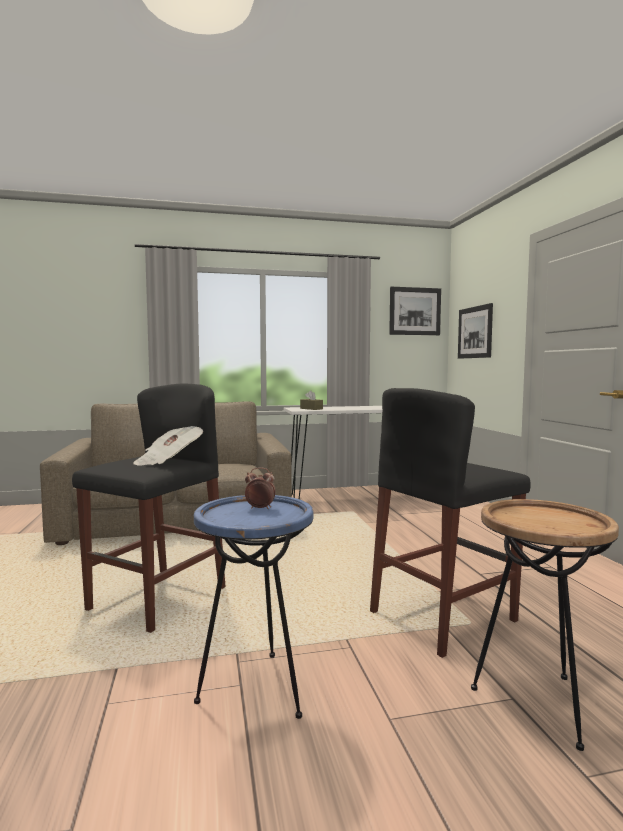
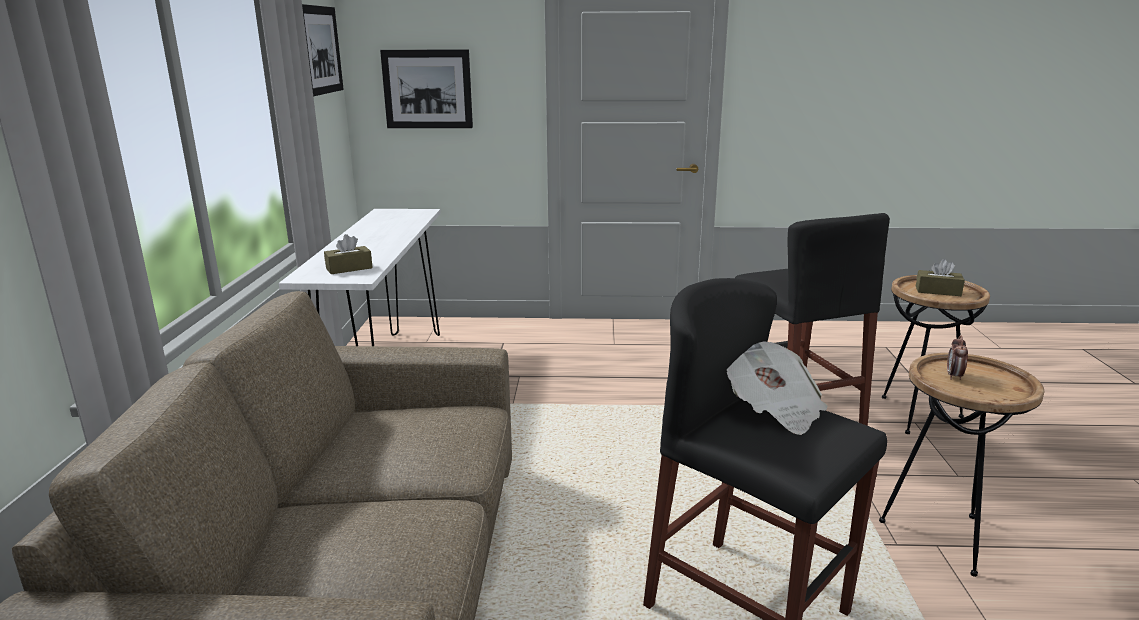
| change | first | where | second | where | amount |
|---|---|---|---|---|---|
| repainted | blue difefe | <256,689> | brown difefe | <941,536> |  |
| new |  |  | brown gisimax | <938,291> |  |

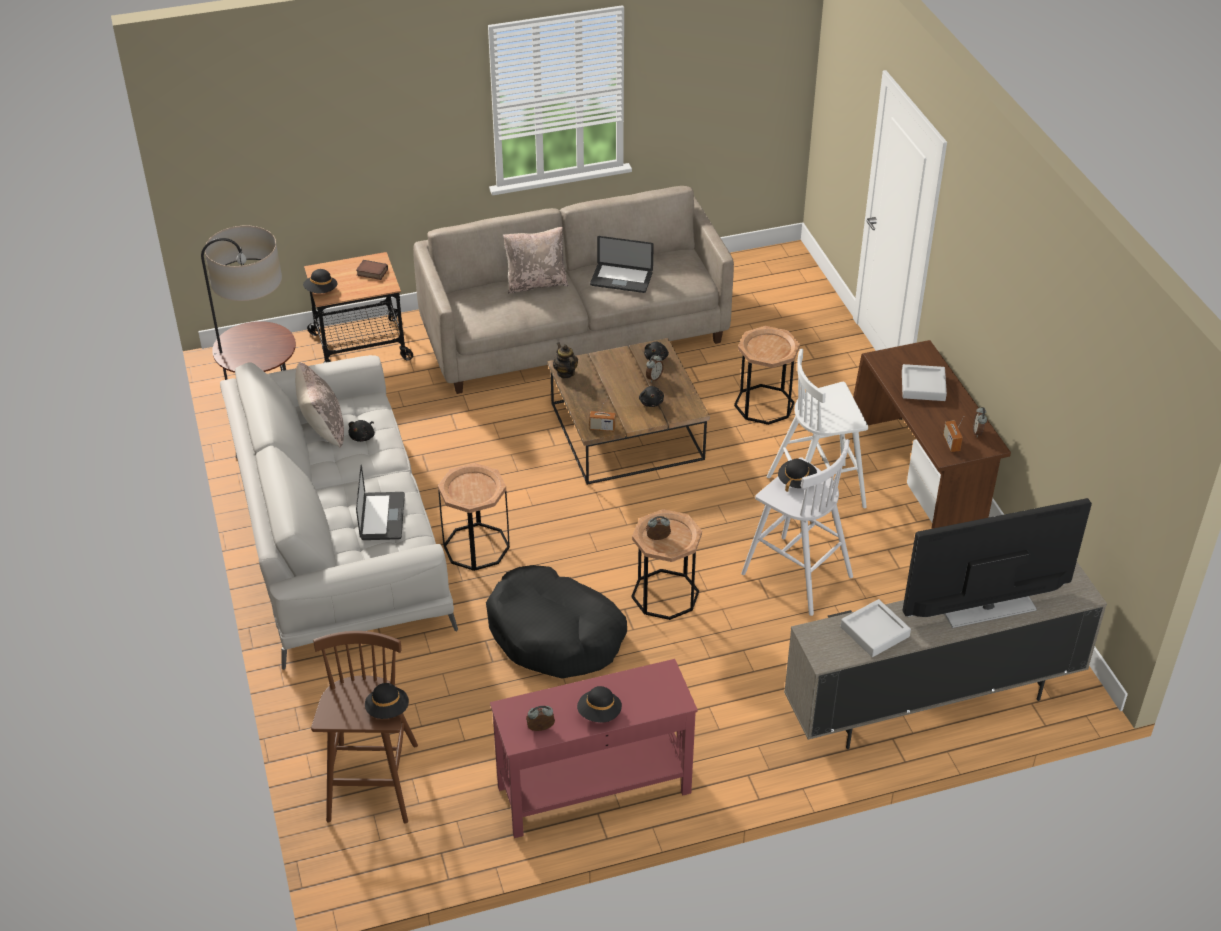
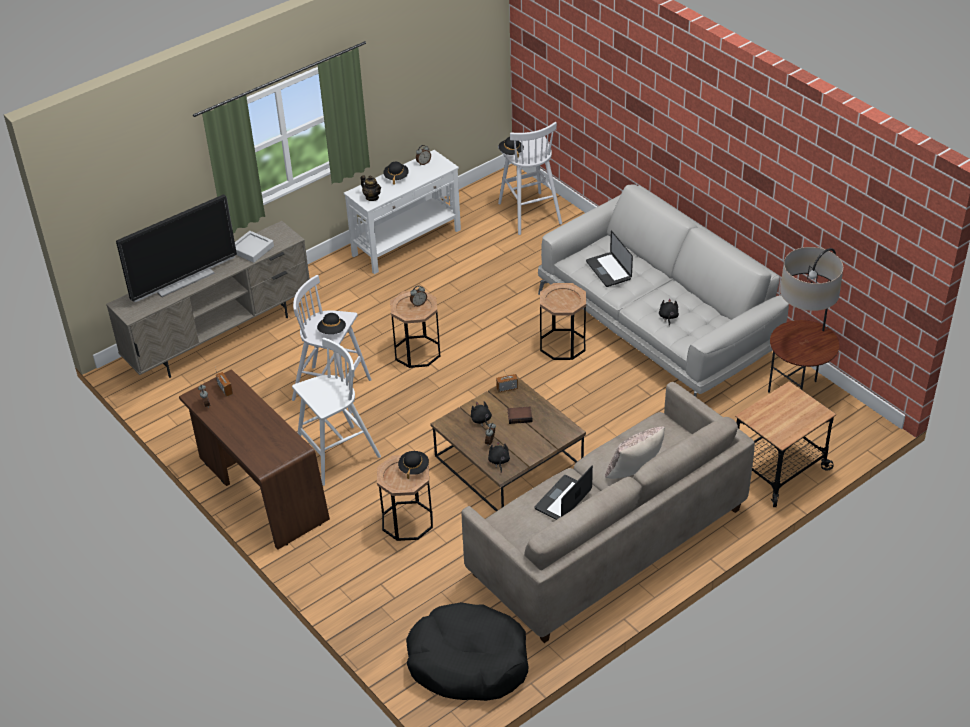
| change | first | where | second | where | amount |
|---|---|---|---|---|---|
| gone | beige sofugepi | <322,428> |  |  |  |
| shifted | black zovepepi | <321,291> |  | <413,468> |  |
| repainted | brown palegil | <372,784> | white palegil | <529,213> |  |
| shifted | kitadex | <371,272> |  | <520,416> |  |
| shifted | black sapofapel | <555,635> |  | <468,662> |  |
| repainted | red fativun | <593,790> | white fativun | <407,242> |  |
| shifted | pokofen | <565,373> |  | <372,197> |  |
| rotated | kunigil | <621,279> |  | <563,499> | 45 degrees counterclockwise |
| gone | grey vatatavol | <923,386> |  |  |  |

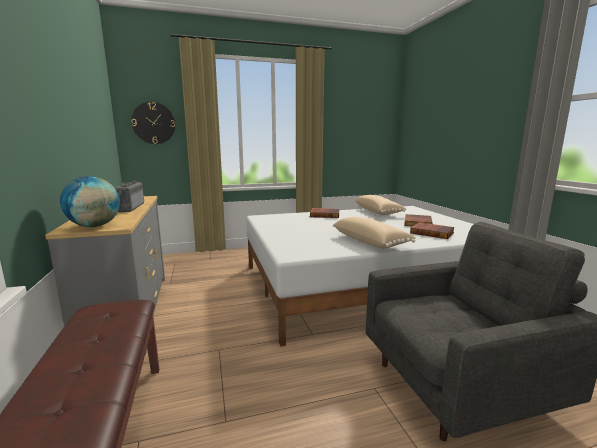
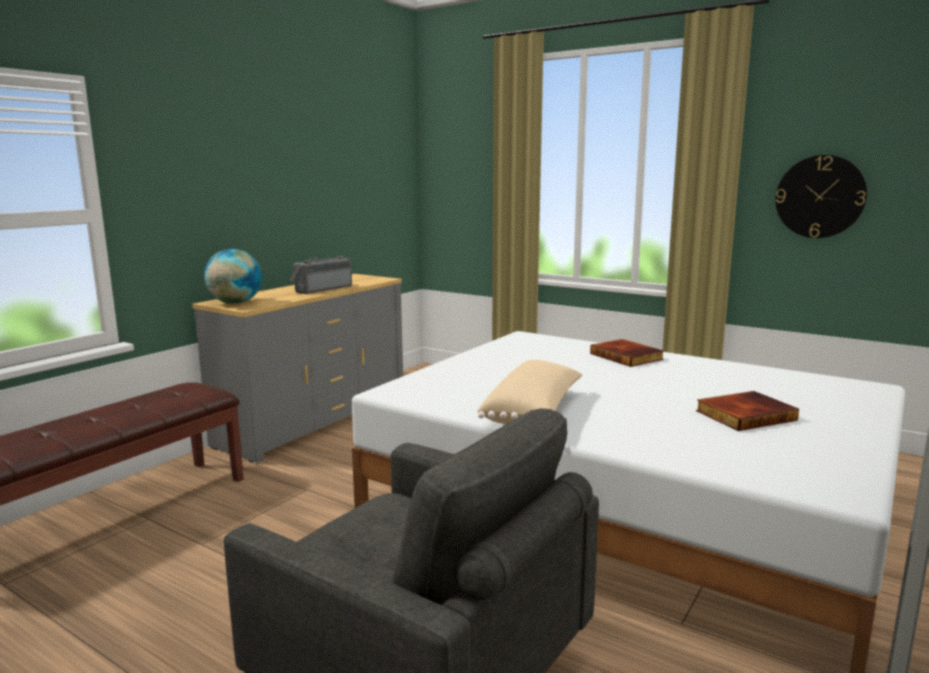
| change | first | where | second | where | amount |
|---|---|---|---|---|---|
| shifted | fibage | <153,123> |  | <820,196> |  |
| gone | beige sofugepi | <378,212> |  |  |  |
| gone | kitadex | <432,232> |  |  |  |

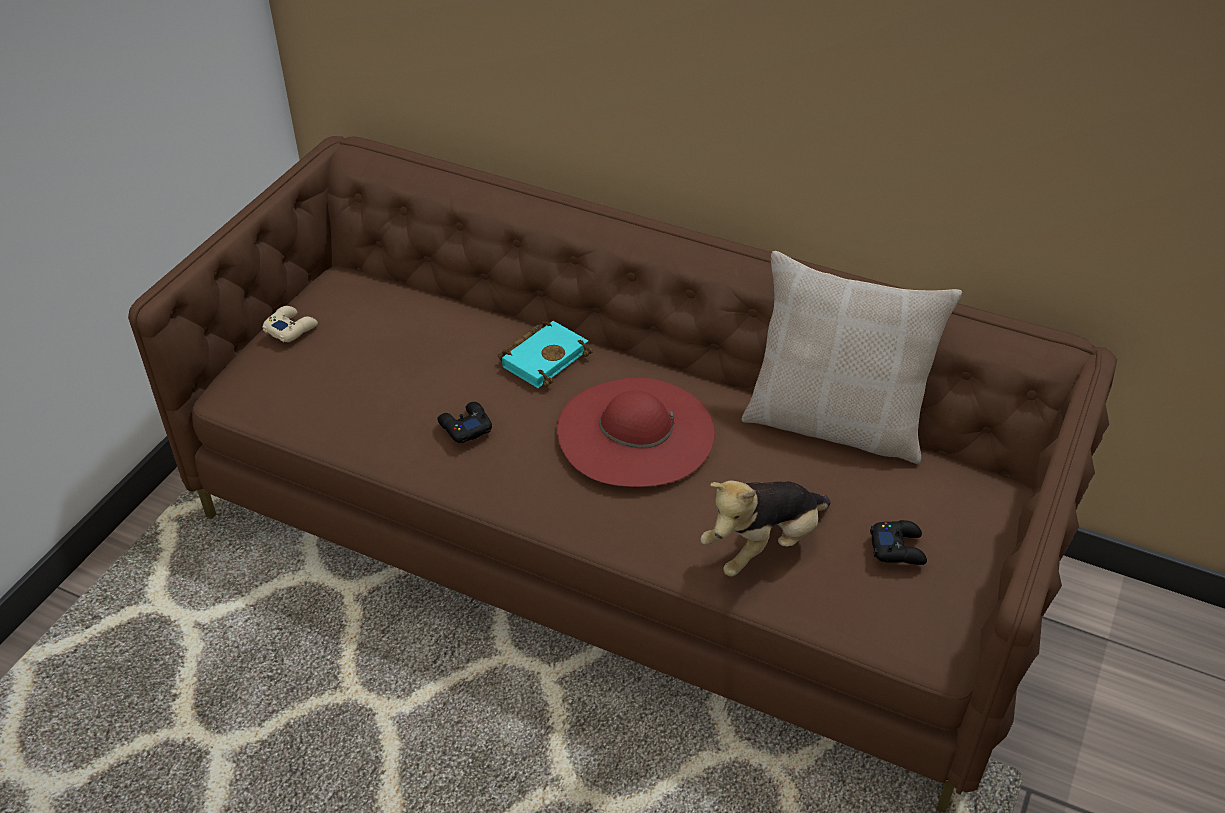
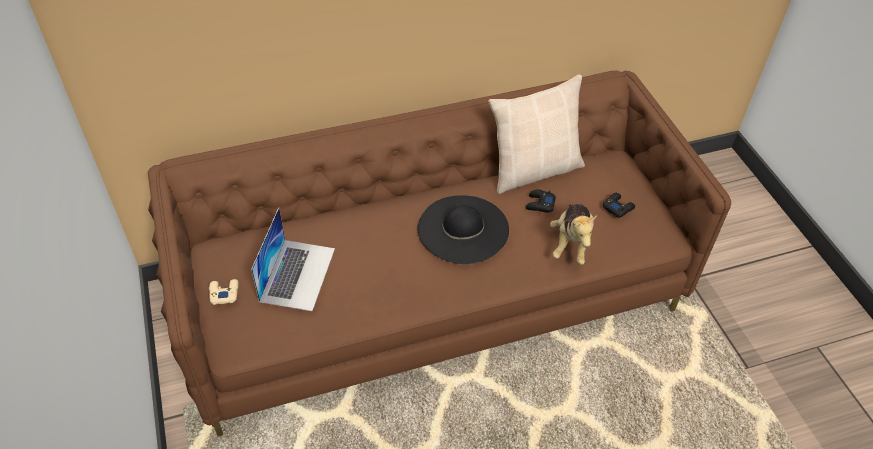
| change | first | where | second | where | amount |
|---|---|---|---|---|---|
| shifted | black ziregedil | <465,427> |  | <540,204> |  |
| gone | turquoise kitadex | <544,357> |  |  |  |
| repainted | red zovepepi | <635,432> | black zovepepi | <463,229> |  |
| new |  |  | kunigil | <297,274> |  |

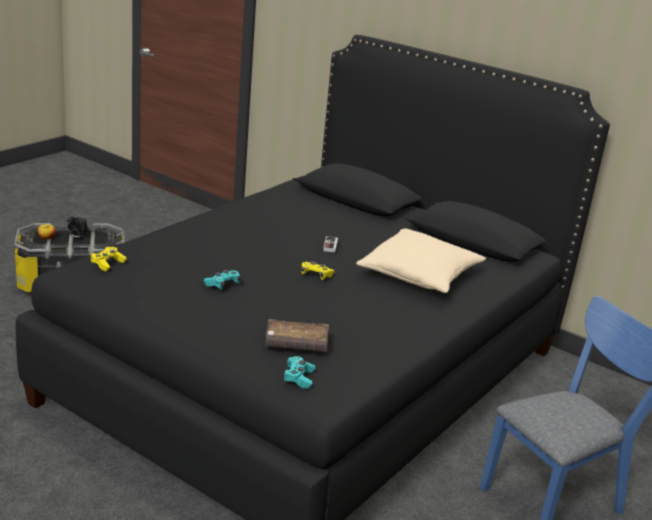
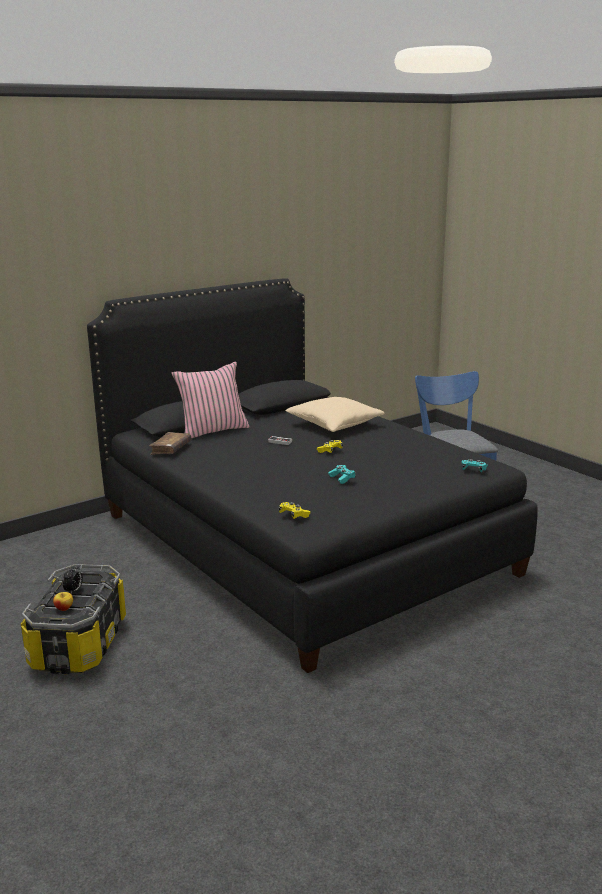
| change | first | where | second | where | amount |
|---|---|---|---|---|---|
| shifted | brown kitadex | <296,344> |  | <171,449> |  |
| new |  |  | pink sofugepi | <212,430> |  |

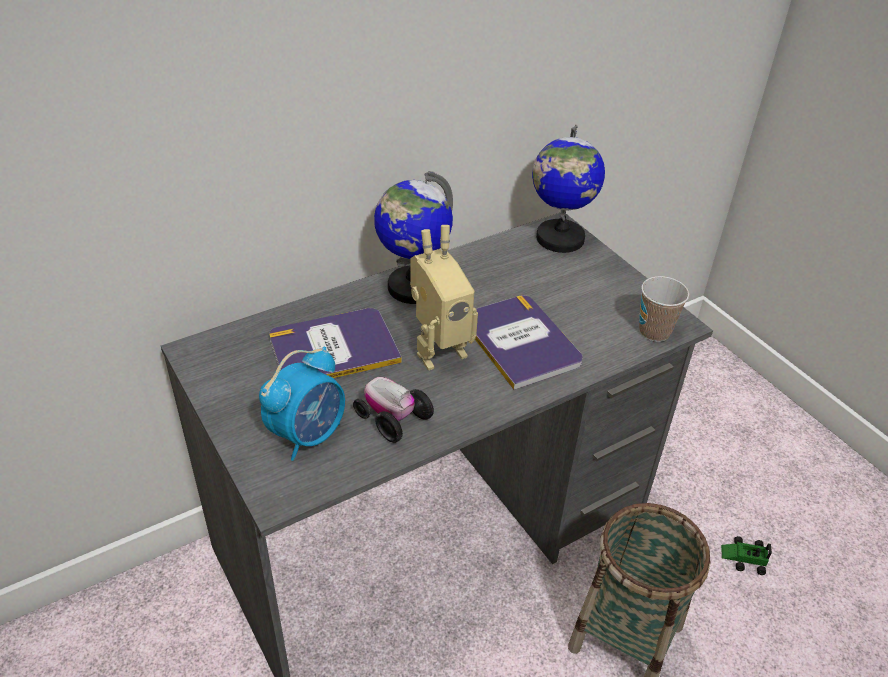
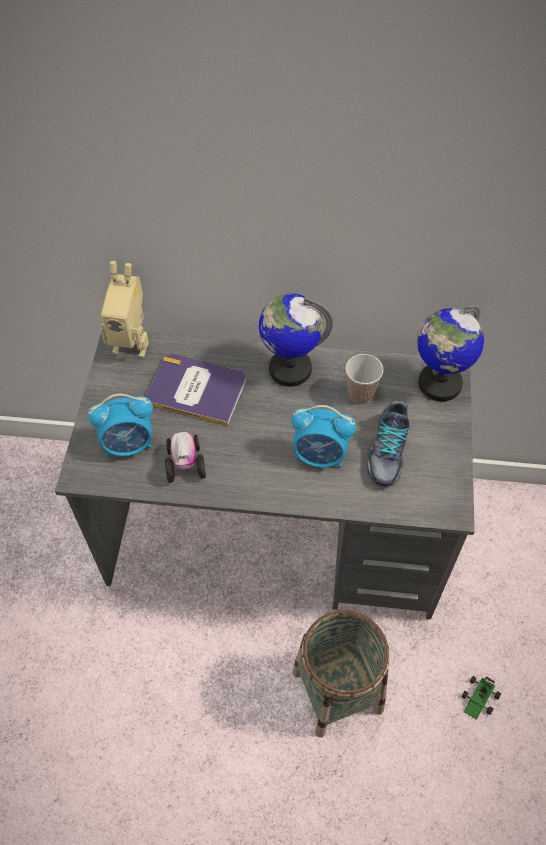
| change | first | where | second | where | amount |
|---|---|---|---|---|---|
| shifted | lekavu | <437,350> |  | <132,343> |  |
| swapped | kitadex | <520,341> | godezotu | <320,455> |  |
| shifted | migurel | <654,332> |  | <360,394> |  |
| rotated | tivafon | <743,556> |  | <478,700> | 105 degrees counterclockwise |
| new |  |  | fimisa | <386,451> |  |

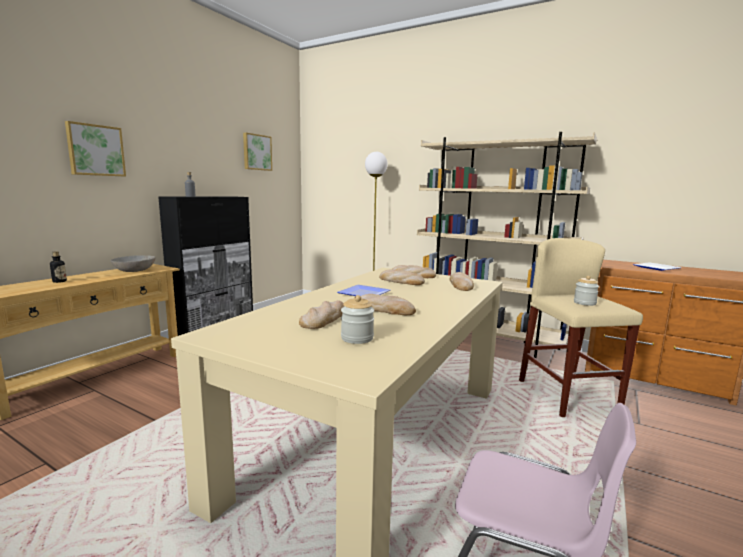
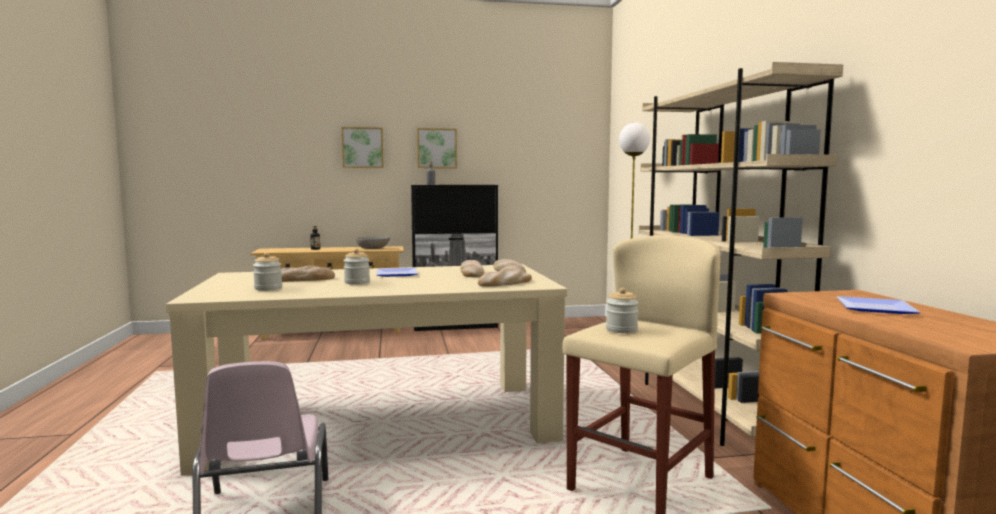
| change | first | where | second | where | amount |
|---|---|---|---|---|---|
| shifted | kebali | <256,152> |  | <436,148> |  |
| swapped | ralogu | <384,309> | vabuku | <357,282> |  |

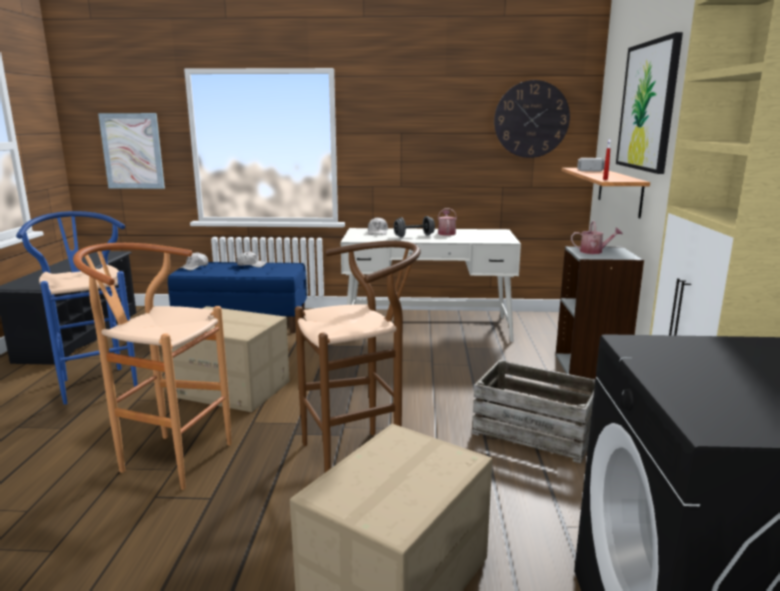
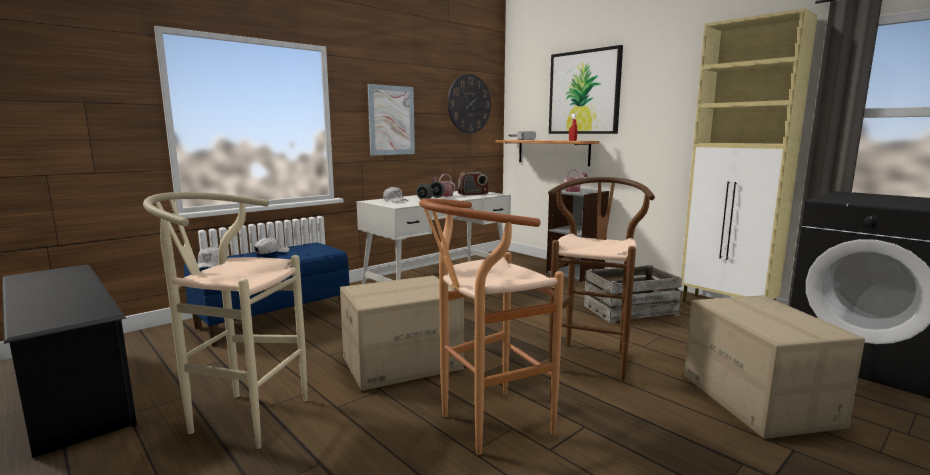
| change | first | where | second | where | amount |
|---|---|---|---|---|---|
| repainted | blue palegil | <96,381> | beige palegil | <239,416> |  |
| shifted | kebali | <132,151> |  | <391,120> |  |
| new |  |  | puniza | <473,194> |  |

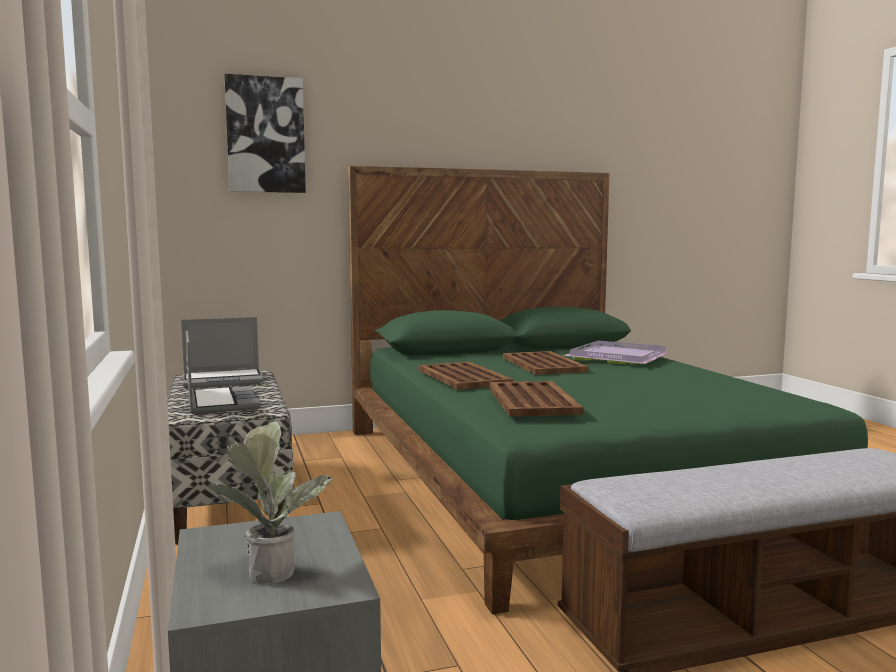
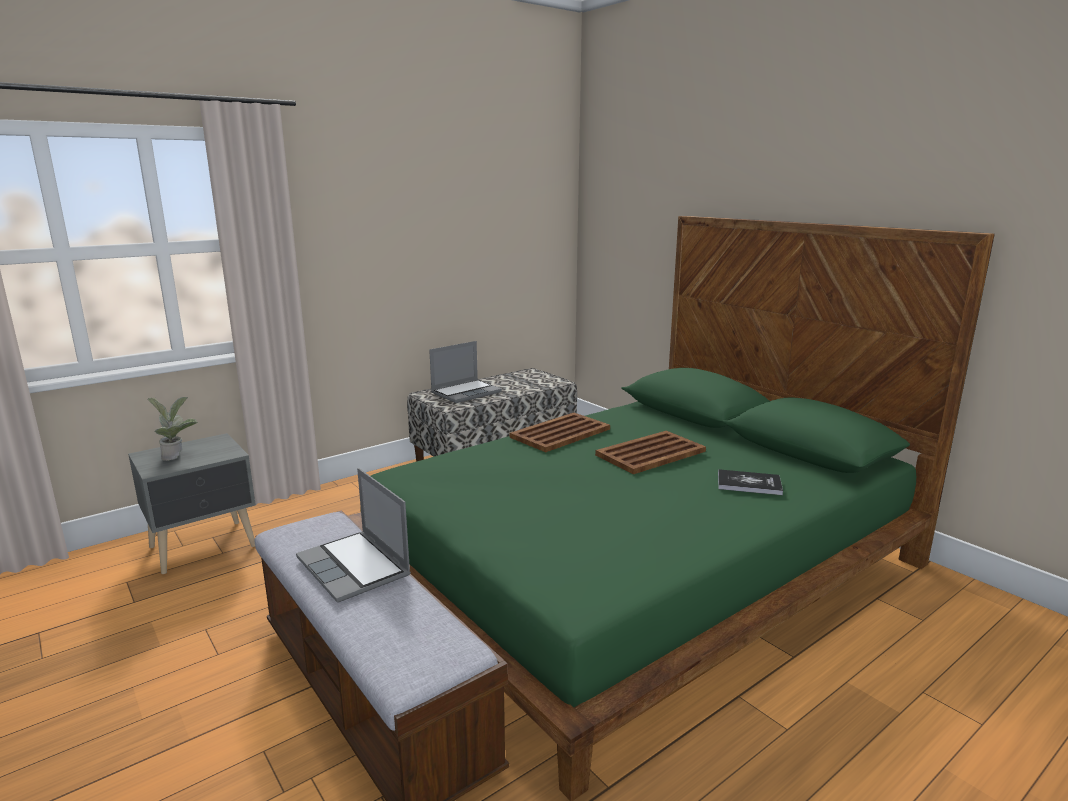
| change | first | where | second | where | amount |
|---|---|---|---|---|---|
| shifted | kunigil | <224,380> |  | <355,568> |  |
| gone | kebali | <265,135> |  |  |  |
| gone | brown vatatavol | <532,400> |  |  |  |
| swapped | purple vatatavol | <620,357> | kitadex | <749,483> |  |

